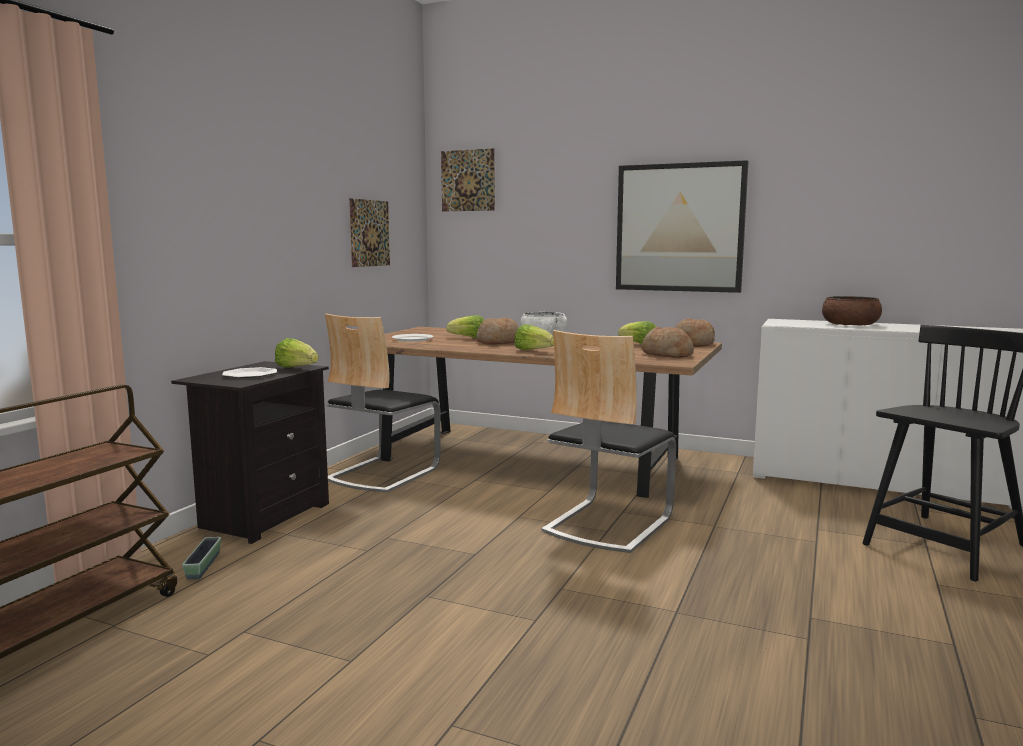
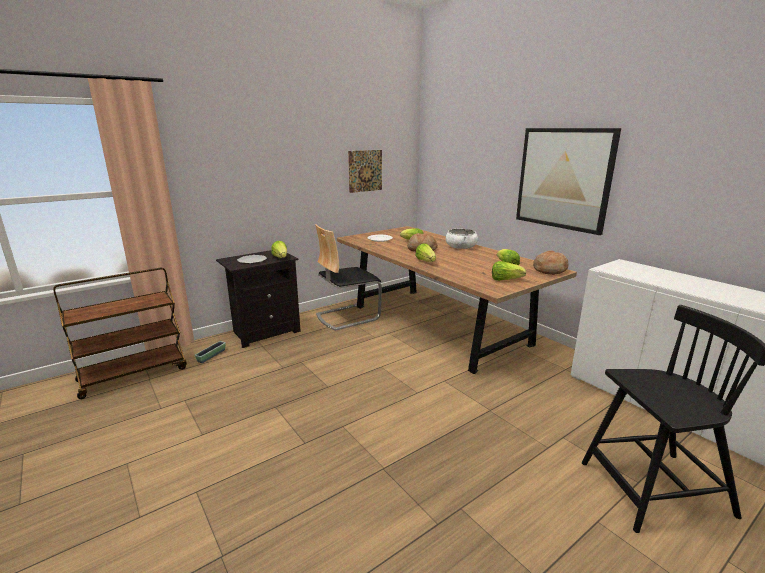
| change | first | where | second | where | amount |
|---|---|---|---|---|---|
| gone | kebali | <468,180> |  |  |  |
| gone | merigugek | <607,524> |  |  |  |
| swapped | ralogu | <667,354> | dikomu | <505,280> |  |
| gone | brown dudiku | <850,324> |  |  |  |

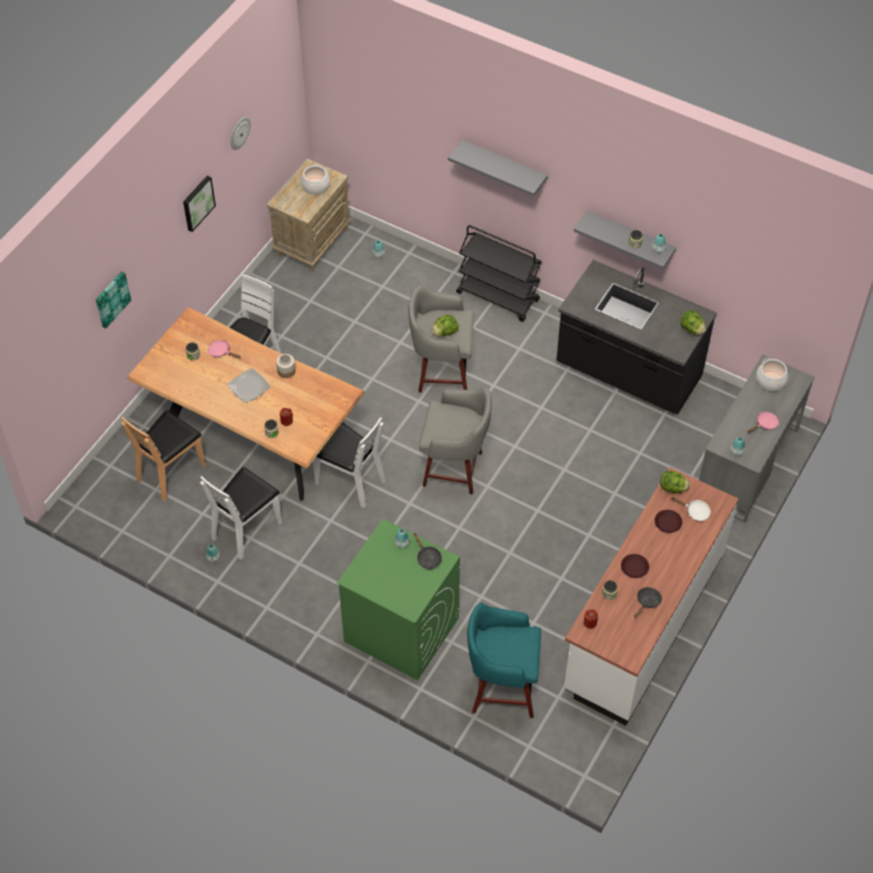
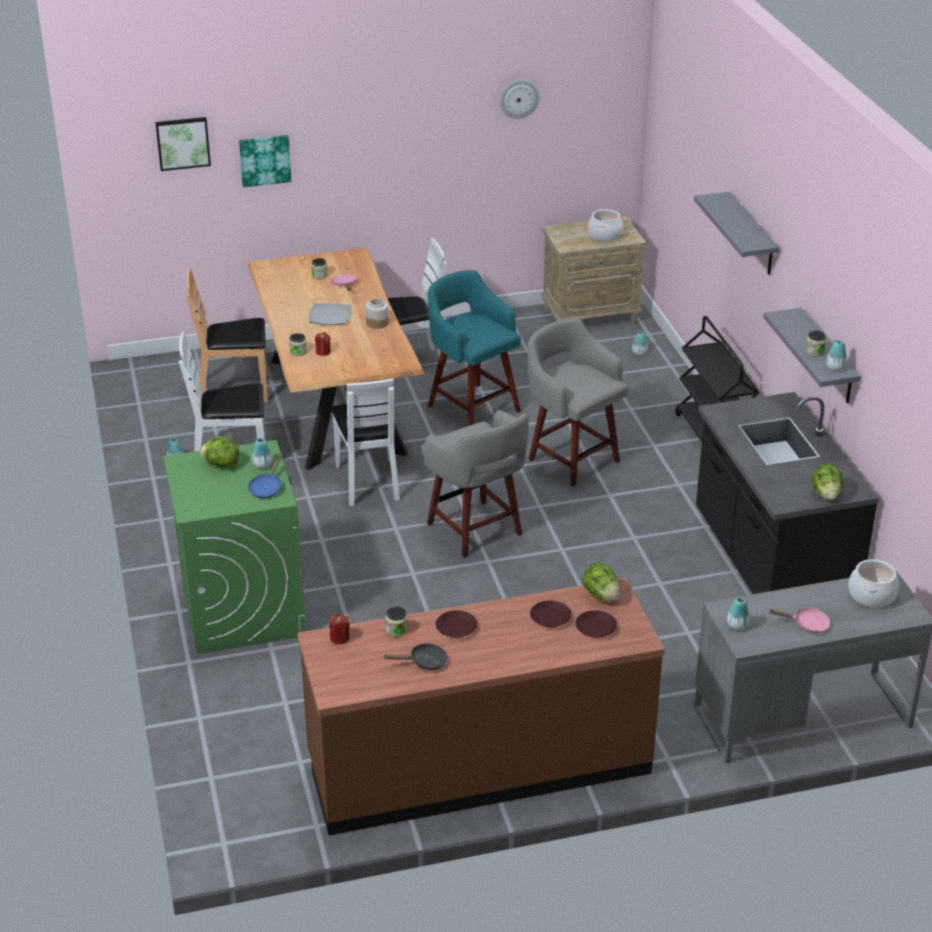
| change | first | where | second | where | amount |
|---|---|---|---|---|---|
| shifted | kebali | <197,202> |  | <183,143> |  |
| repainted | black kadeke | <427,558> | blue kadeke | <266,488> |  |
| shifted | dikomu | <445,332> |  | <221,464> |  |
| shifted | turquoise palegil | <501,687> |  | <472,407> |  |
| repainted | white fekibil | <642,623> | brown fekibil | <479,766> |  |
| swapped | white kadeke | <695,512> | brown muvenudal | <595,628> |  |

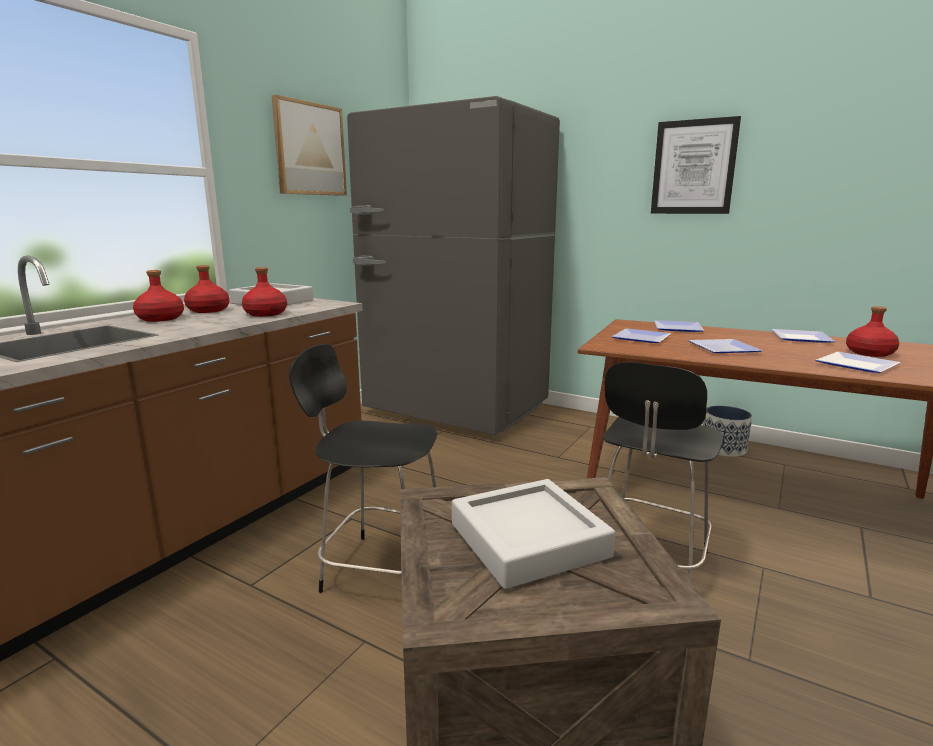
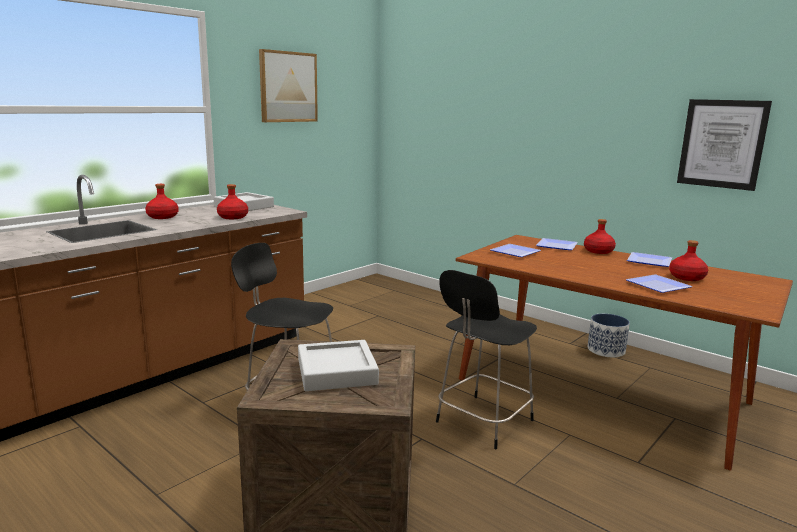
| change | first | where | second | where | amount |
|---|---|---|---|---|---|
| shifted | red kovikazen | <209,310> |  | <598,251> |  |
| gone | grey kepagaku | <456,410> |  |  |  |
| shifted | kebali | <693,167> |  | <722,144> |  |
| gone | muvenudal | <722,349> |  |  |  |

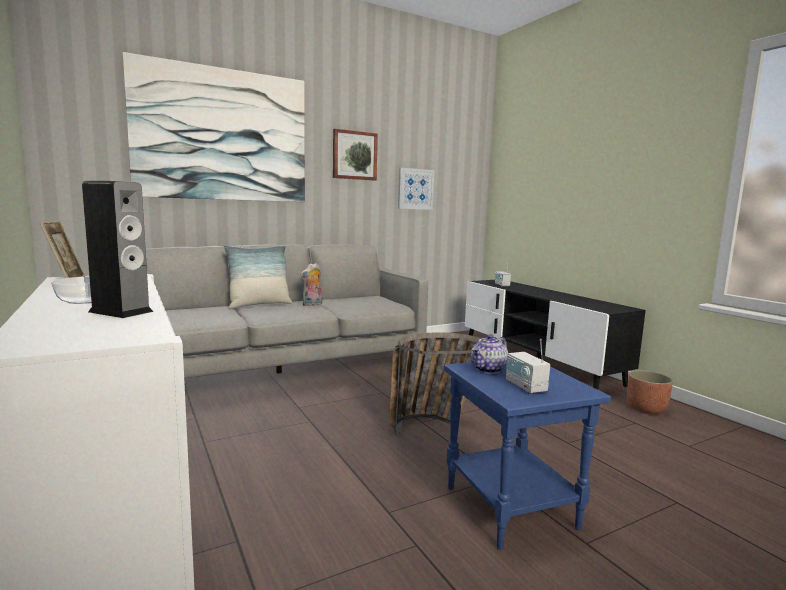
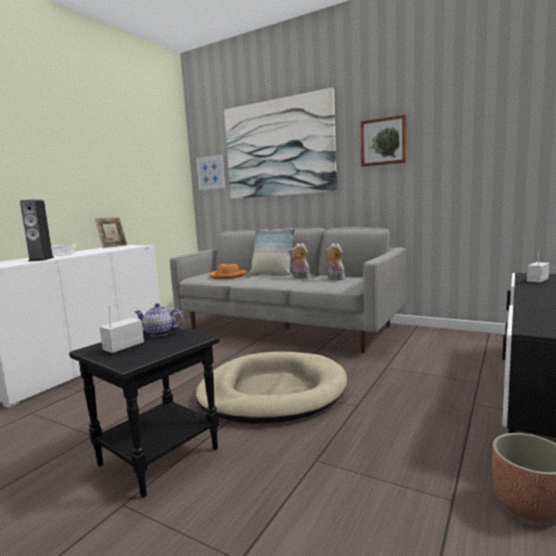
| change | first | where | second | where | amount |
|---|---|---|---|---|---|
| swapped | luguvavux | <434,424> | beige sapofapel | <272,392> |  |
| shifted | kebali | <415,189> |  | <211,172> |  |
| repainted | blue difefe | <513,508> | black difefe | <159,458> |  |
| new |  |  | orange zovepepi | <228,276> |  |
| new |  |  | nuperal | <334,279> |  |

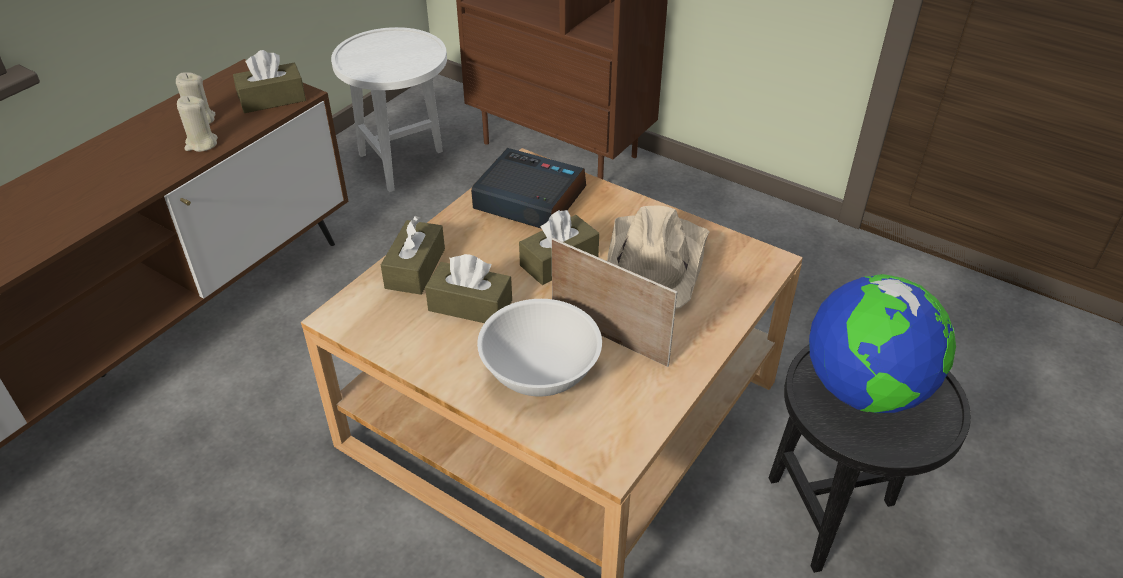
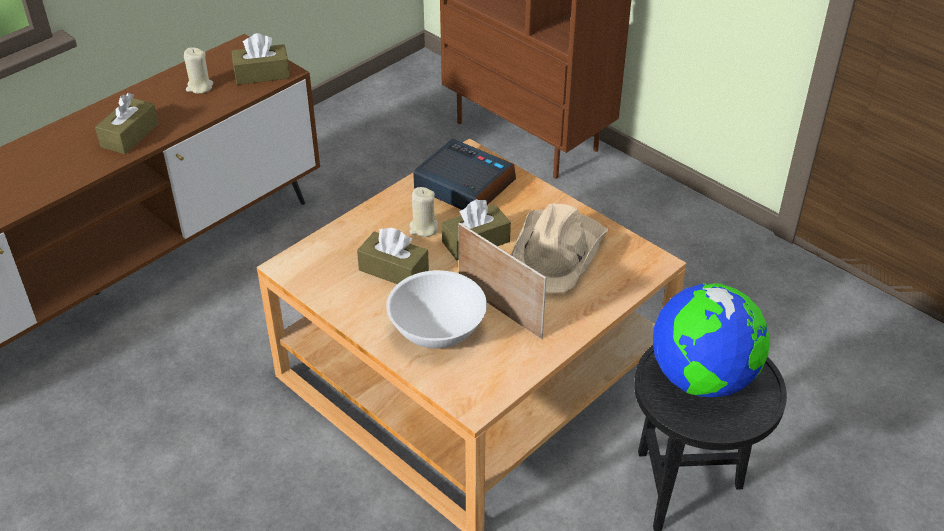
| change | first | where | second | where | amount |
|---|---|---|---|---|---|
| shifted | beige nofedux | <201,144> |  | <423,228> |  |
| gone | white difefe | <404,163> |  |  |  |
| shifted | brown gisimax | <415,268> |  | <130,135> |  |

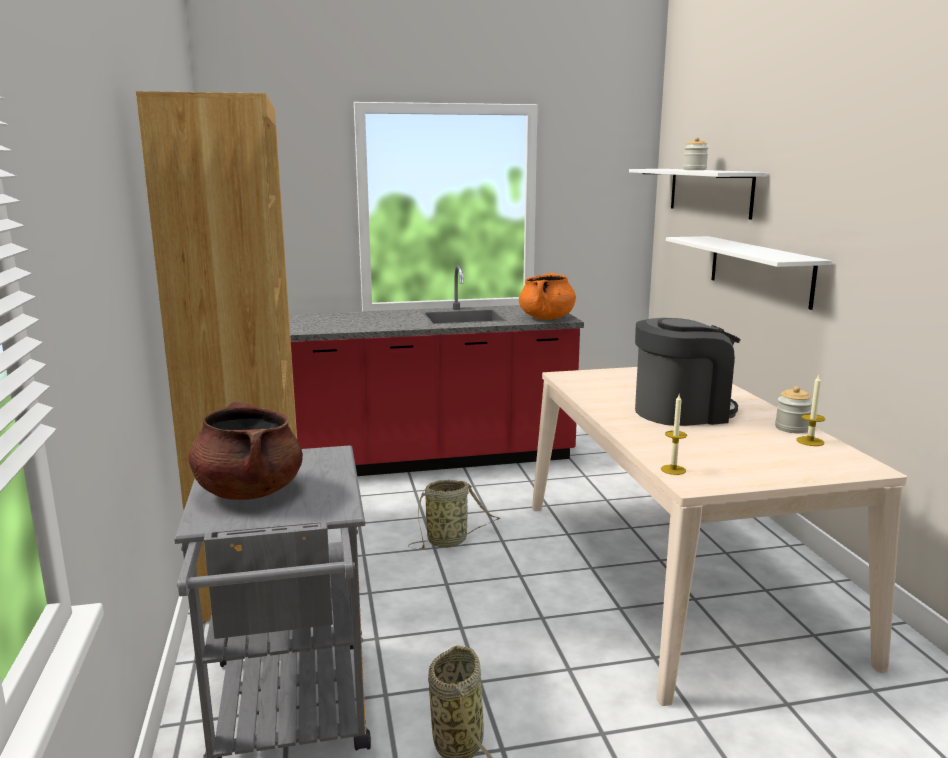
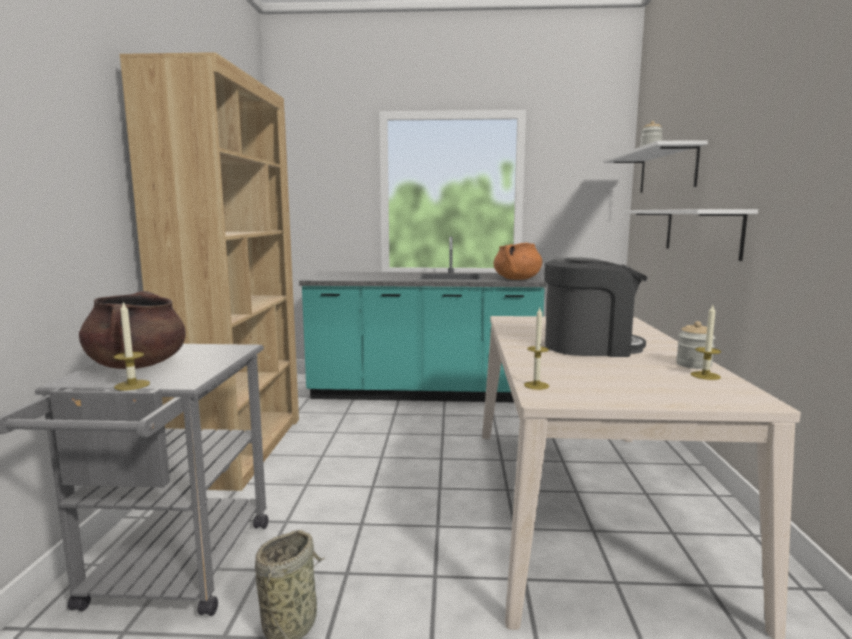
| change | first | where | second | where | amount |
|---|---|---|---|---|---|
| repainted | red fekibil | <433,459> | turquoise fekibil | <423,393> |  |
| gone | luguvavux | <449,541> |  |  |  |
| new |  |  | nofedux | <132,385> |  |

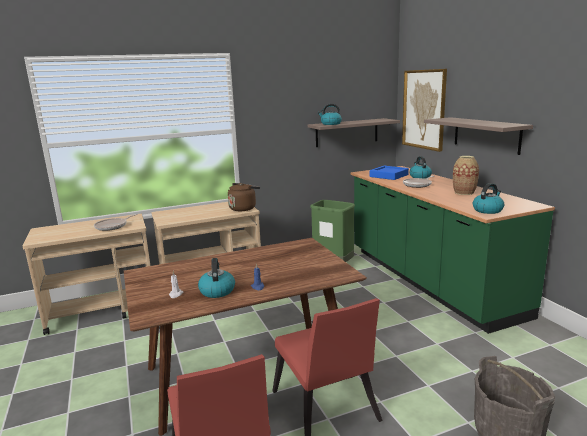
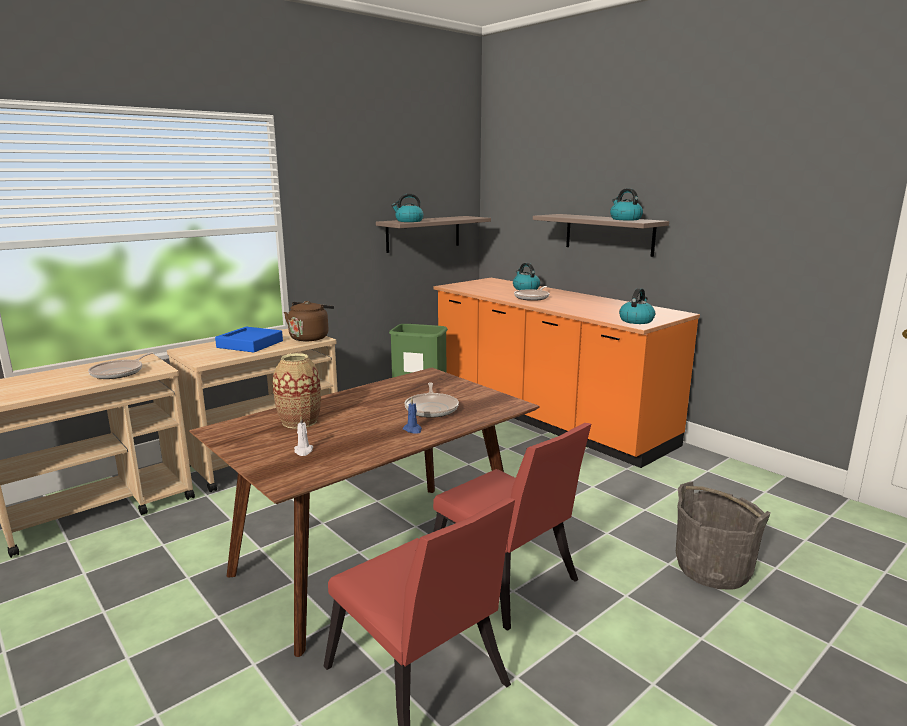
| change | first | where | second | where | amount |
|---|---|---|---|---|---|
| shifted | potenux | <217,291> |  | <625,219> |  |
| repainted | green fekibil | <429,280> | orange fekibil | <546,418> |  |
| shifted | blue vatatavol | <389,176> |  | <250,344> |  |
| gone | kebali | <424,109> |  |  |  |
| shifted | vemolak | <464,192> |  | <299,421> |  |
| new |  |  | kadeke | <432,408> |  |

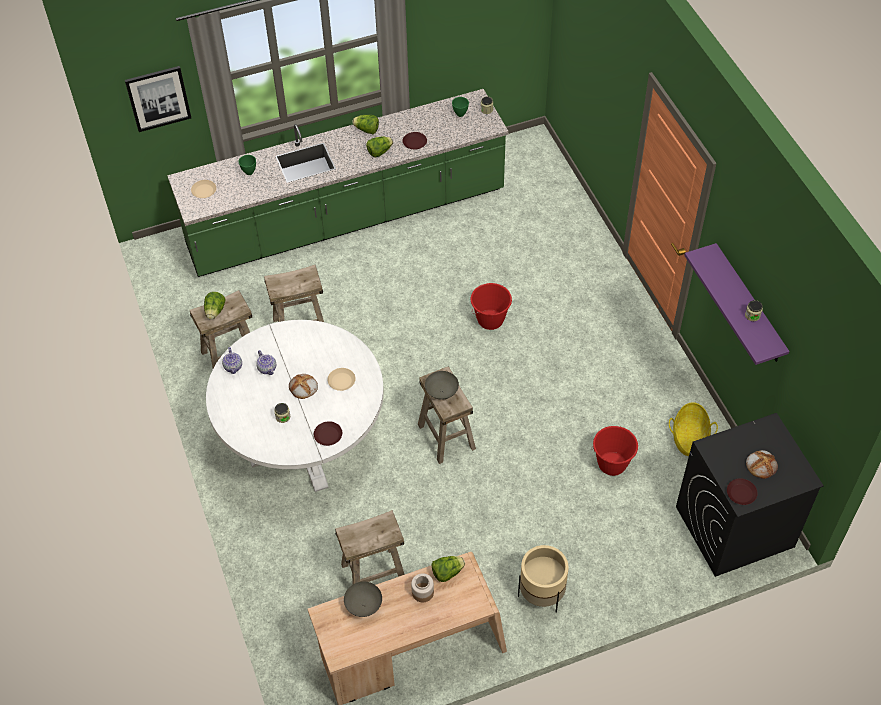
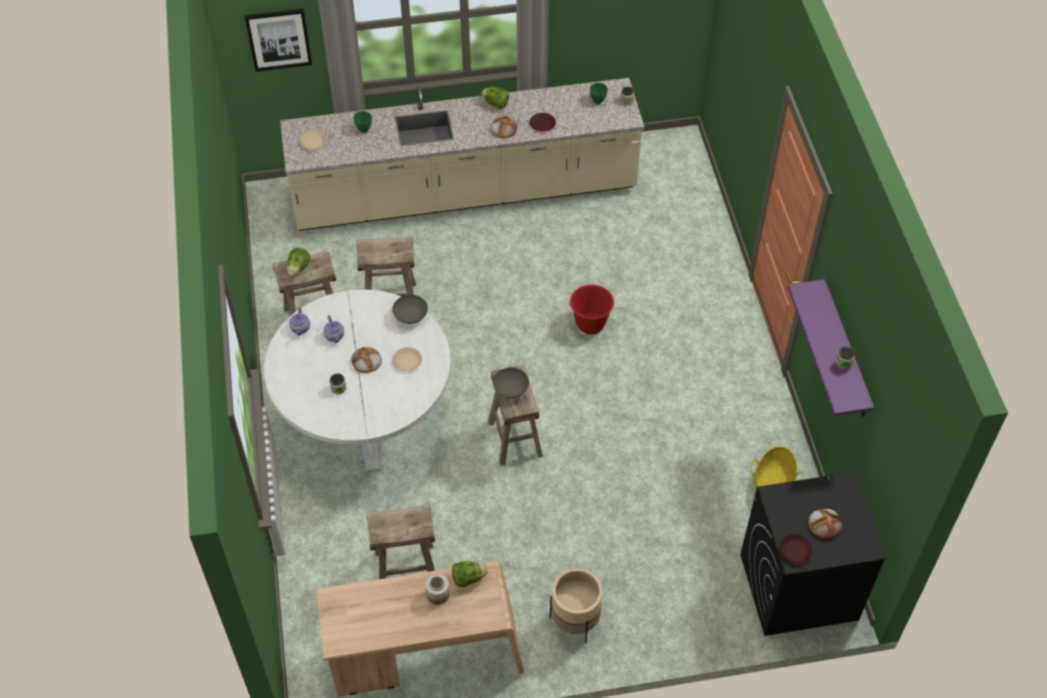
| change | first | where | second | where | amount |
|---|---|---|---|---|---|
| repainted | green fekibil | <346,219> | beige fekibil | <465,194> |  |
| gone | brown muvenudal | <328,435> |  |  |  |
| shifted | grey dudiku | <364,605> |  | <411,316> |  |
| swapped | dikomu | <379,152> | ralogu | <503,128> |  |
| gone | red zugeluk | <612,464> |  |  |  |

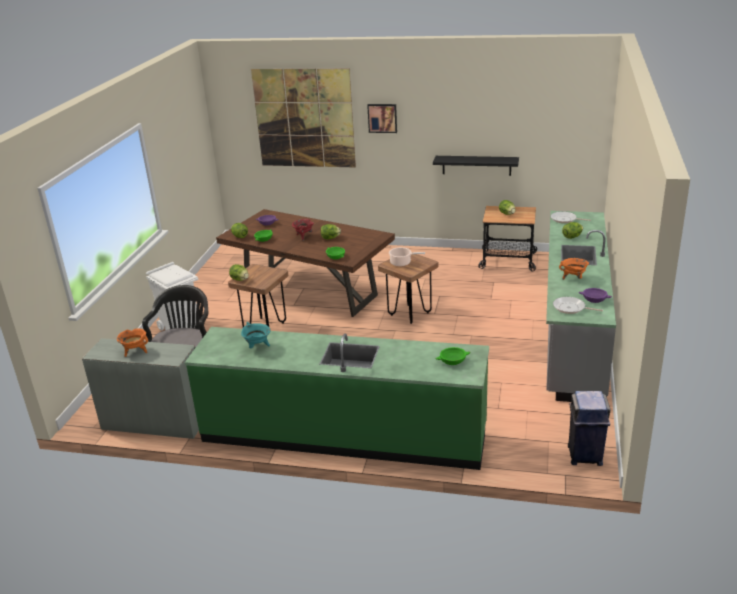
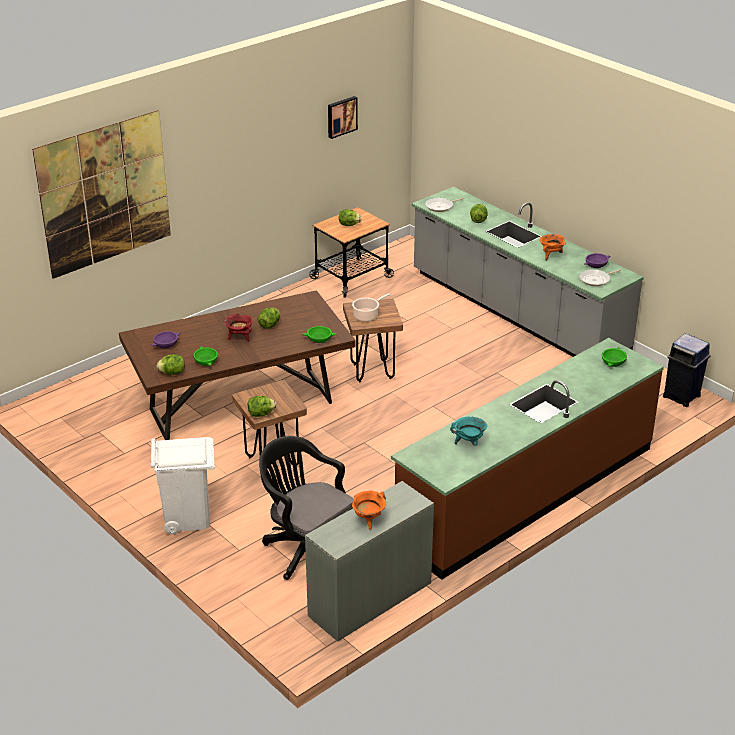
| change | first | where | second | where | amount |
|---|---|---|---|---|---|
| repainted | green fekibil | <343,434> | brown fekibil | <526,493> |  |
| shifted | kebali | <382,118> |  | <341,116> |  |
| gone | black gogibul | <476,165> |  |  |  |

